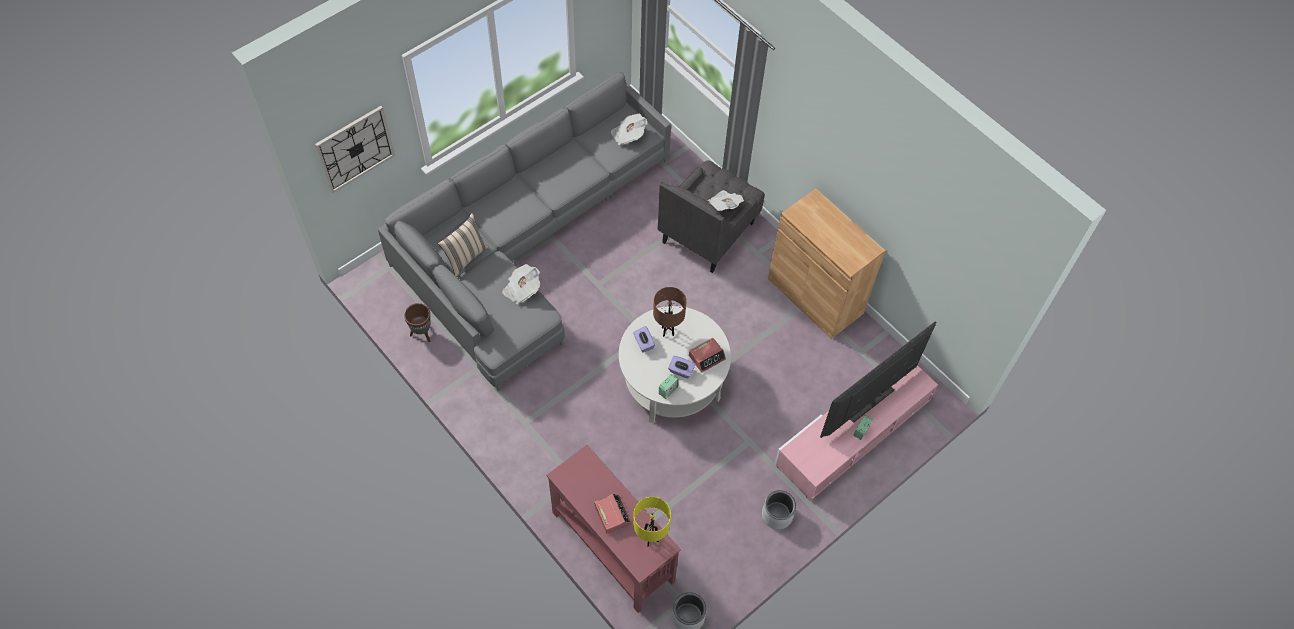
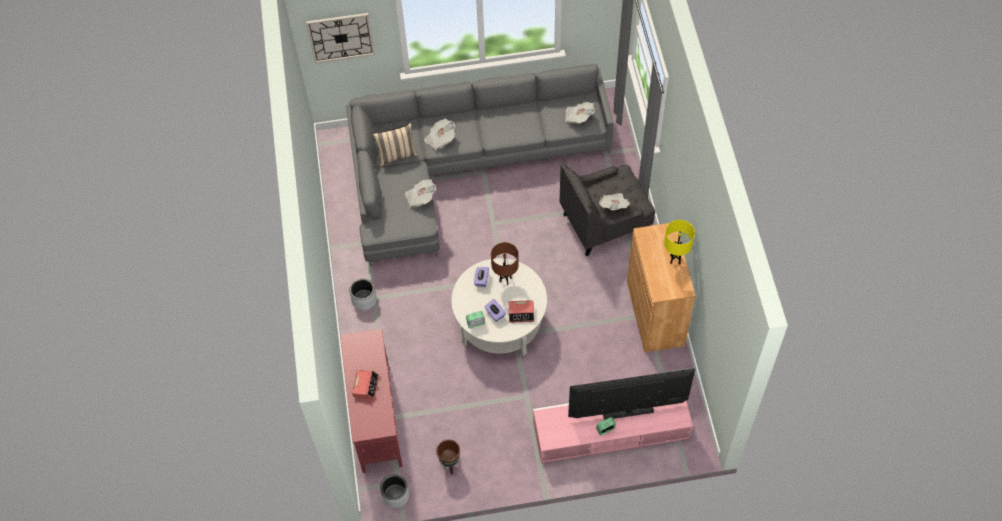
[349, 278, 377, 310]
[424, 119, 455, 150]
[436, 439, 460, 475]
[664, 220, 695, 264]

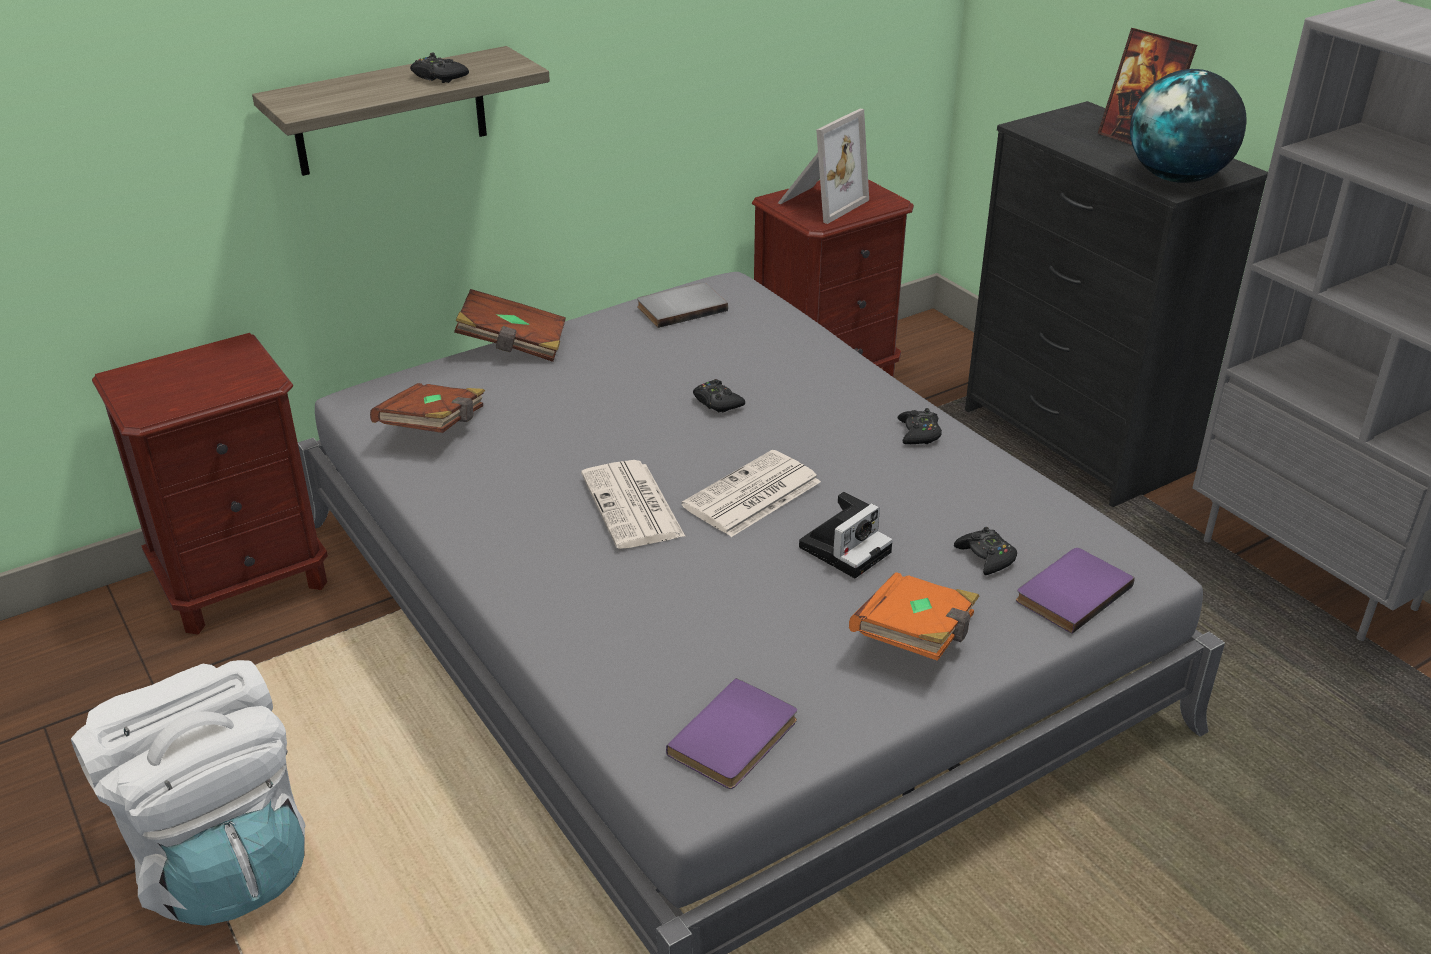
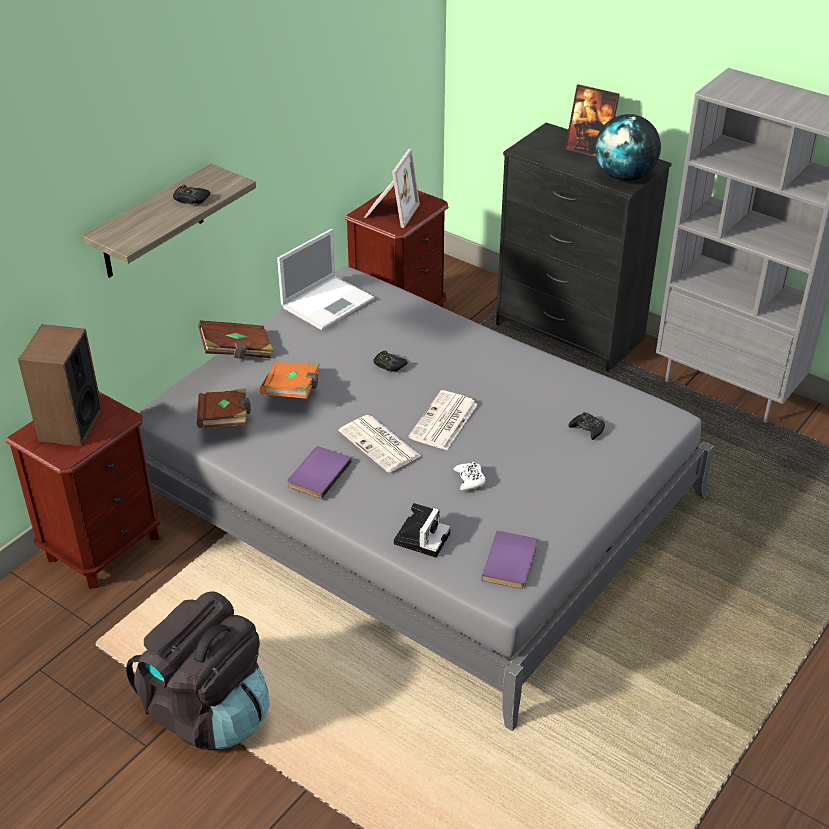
[18, 324, 102, 446]
[126, 591, 269, 750]
[260, 362, 320, 399]
[277, 229, 374, 330]
[288, 446, 352, 499]
[394, 503, 450, 558]
[454, 462, 485, 491]
[897, 408, 942, 444] (first image)

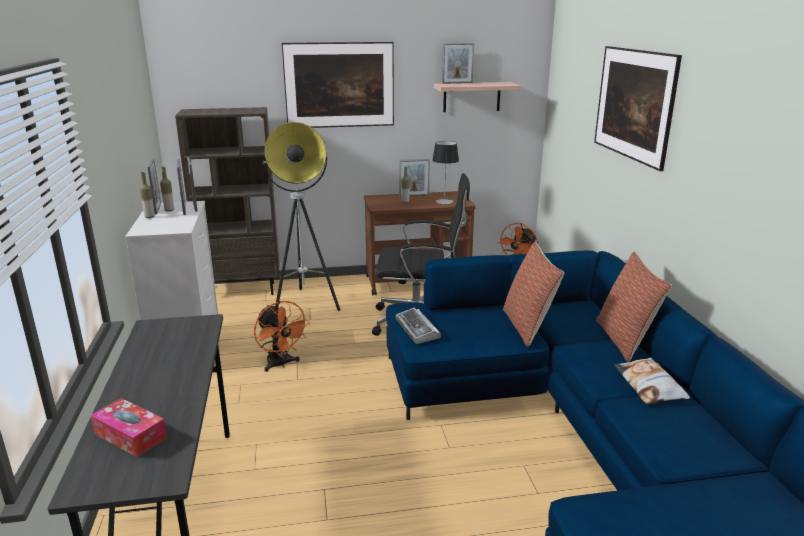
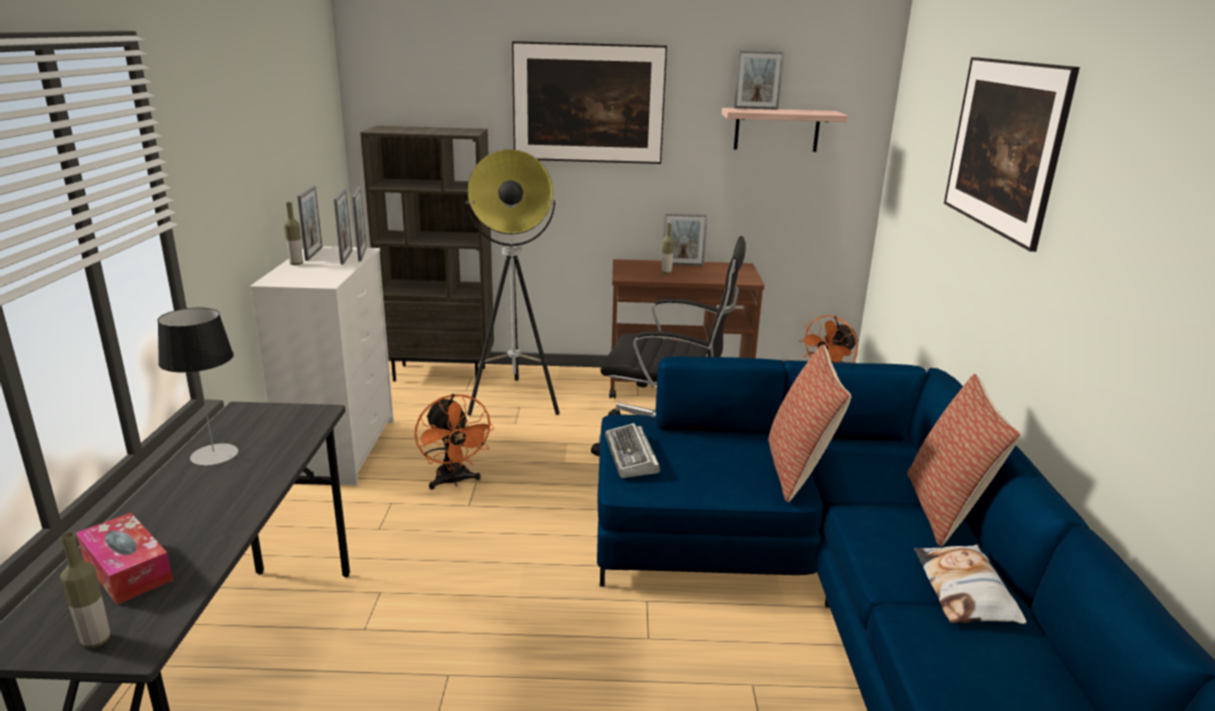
[60, 532, 110, 648]
[157, 308, 238, 466]

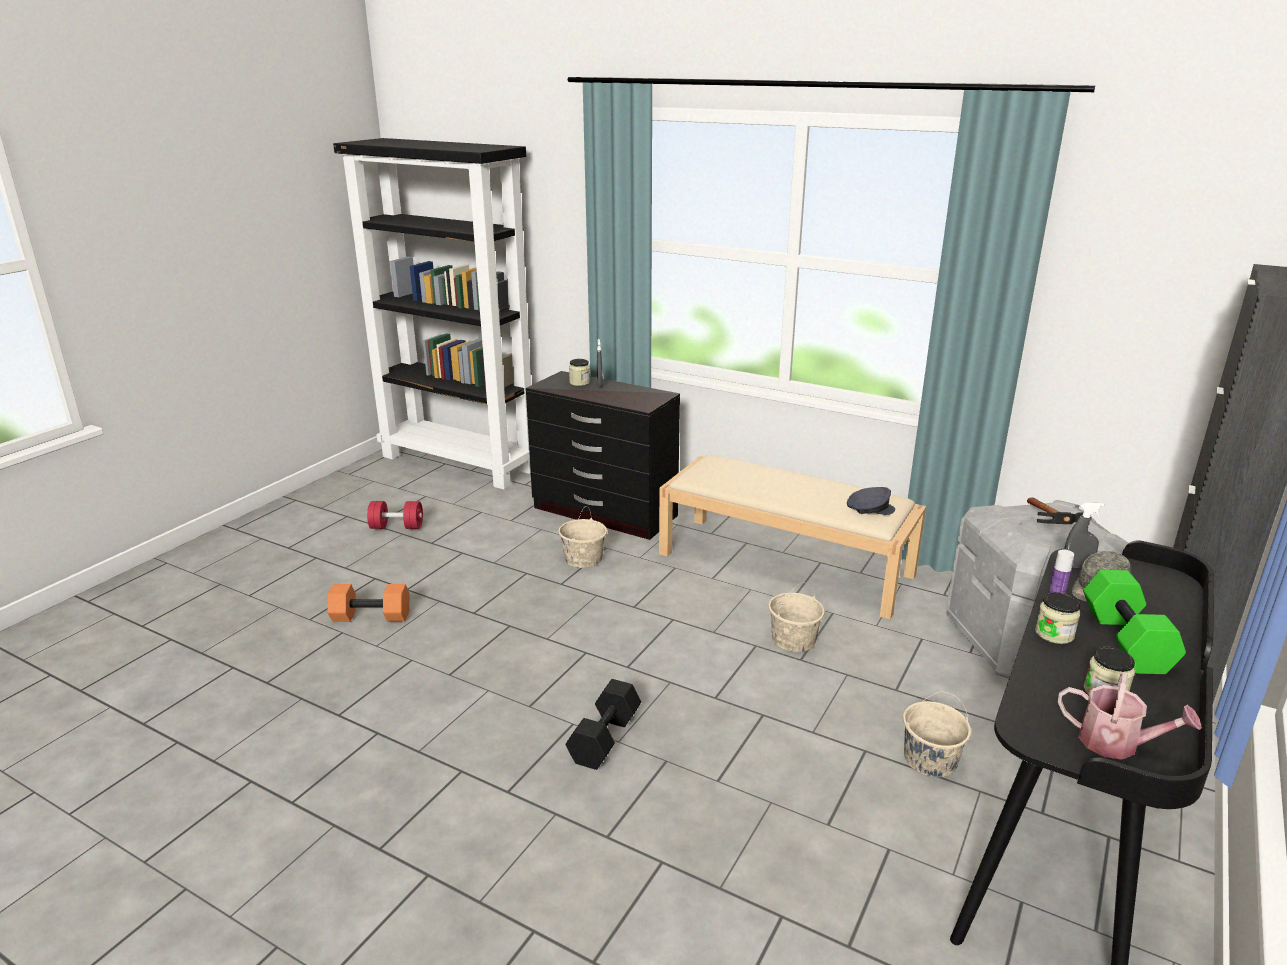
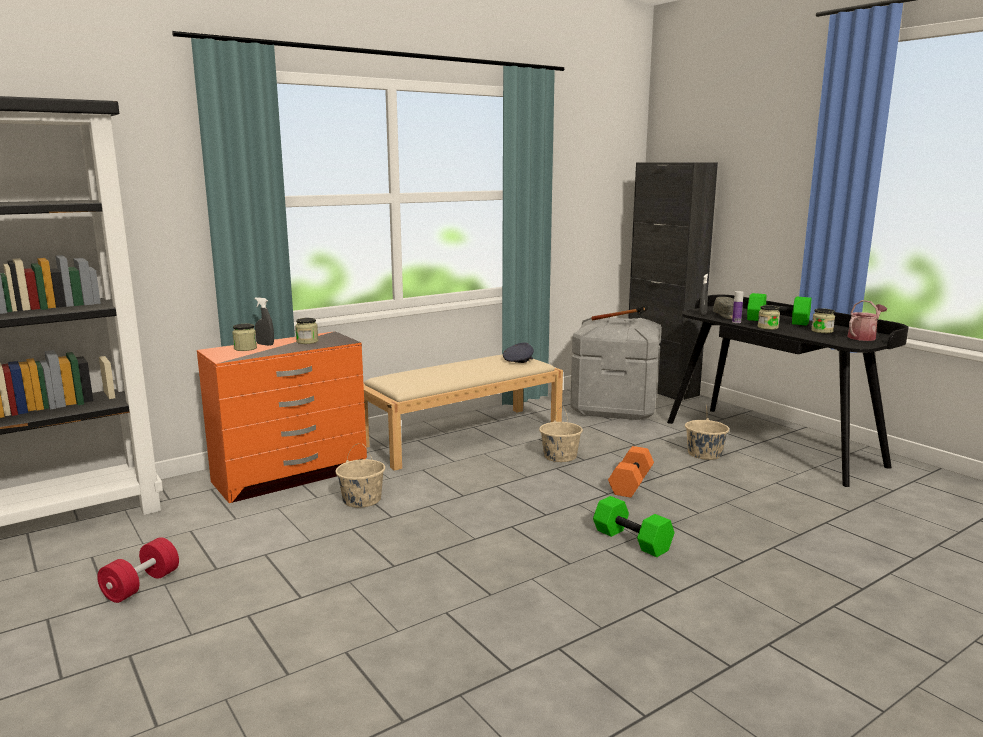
[197, 331, 367, 503]
[295, 318, 318, 344]
[593, 496, 674, 557]
[608, 446, 654, 498]

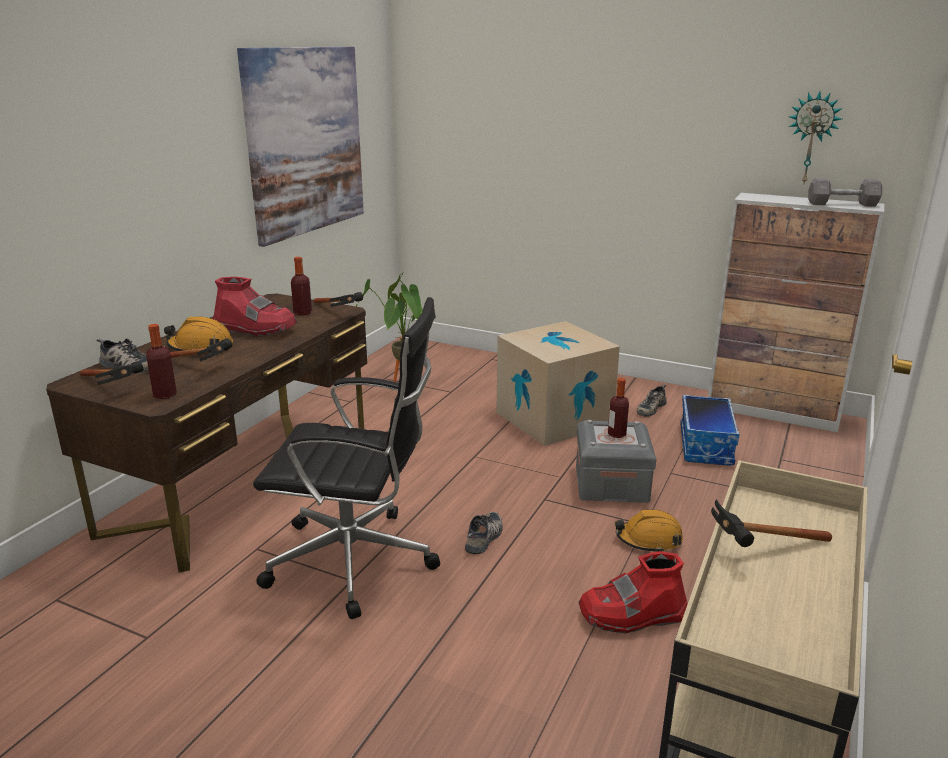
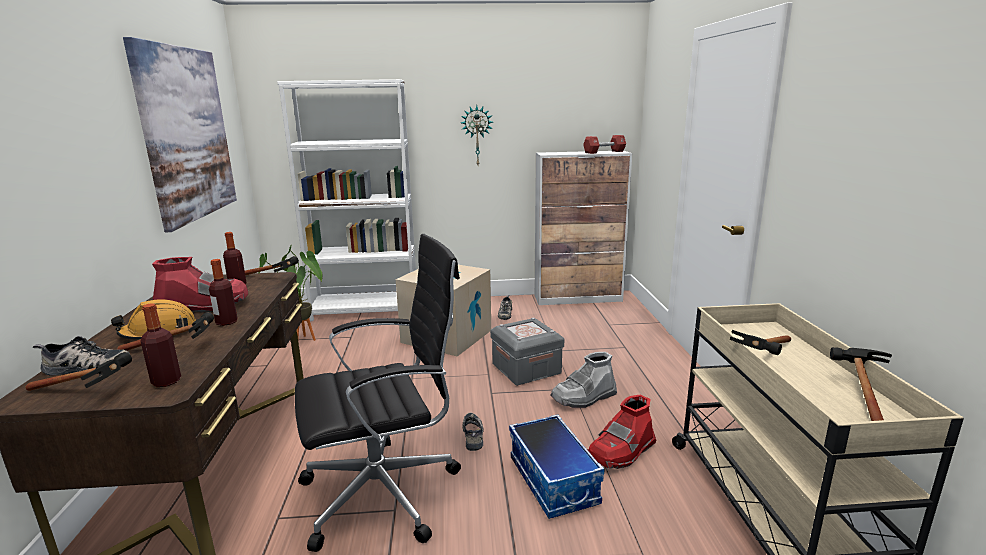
[209, 259, 237, 326]
[277, 79, 416, 321]
[461, 105, 493, 165]
[509, 414, 604, 519]
[550, 352, 617, 408]
[583, 135, 626, 154]
[830, 347, 892, 421]

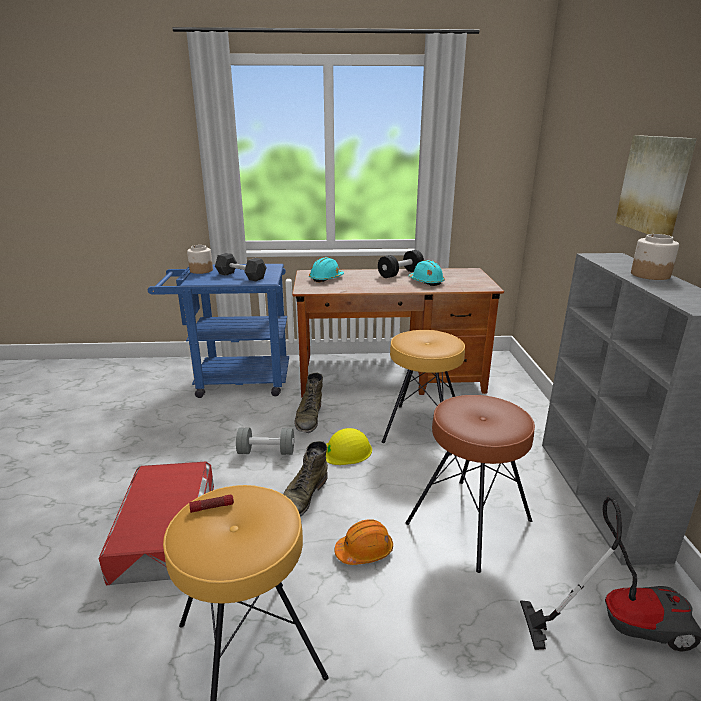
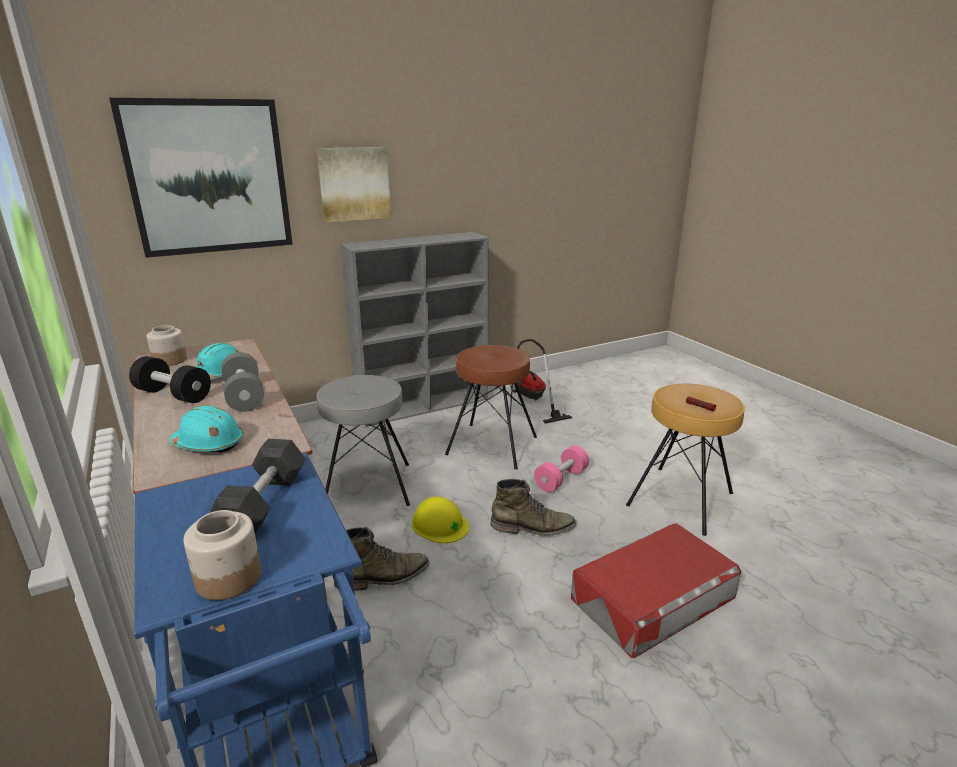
[109, 98, 293, 258]
[147, 325, 187, 366]
[221, 352, 264, 412]
[317, 375, 410, 506]
[534, 445, 589, 492]

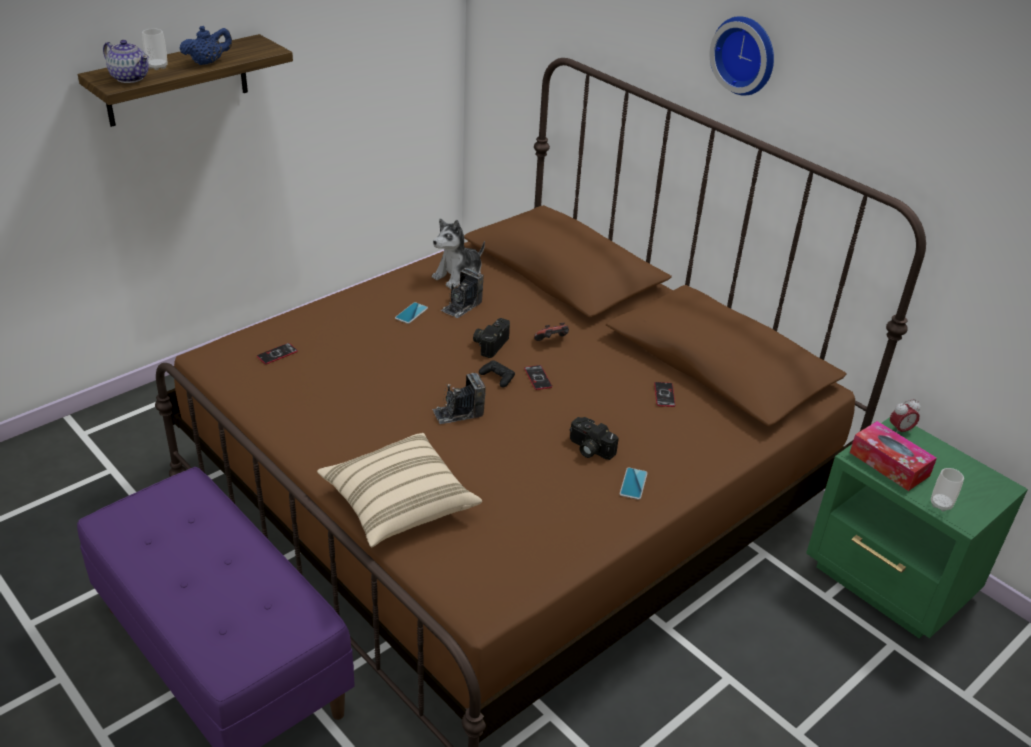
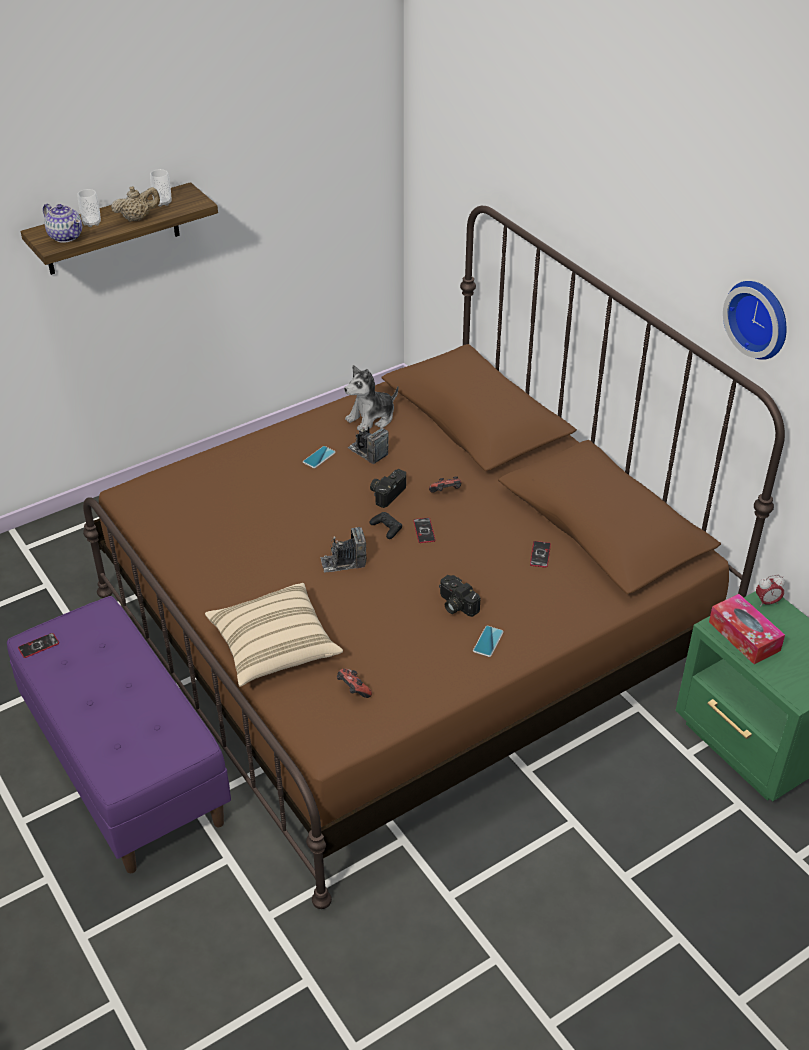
[18, 633, 59, 658]
[111, 186, 160, 222]
[150, 169, 172, 207]
[337, 668, 372, 698]
[348, 424, 389, 464]
[723, 281, 787, 360]

